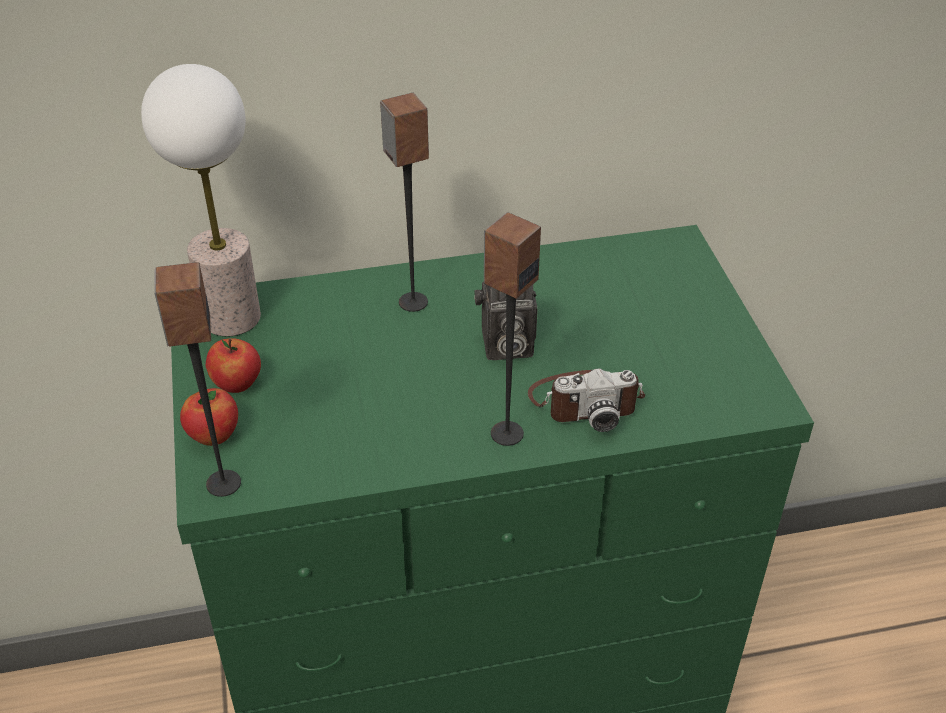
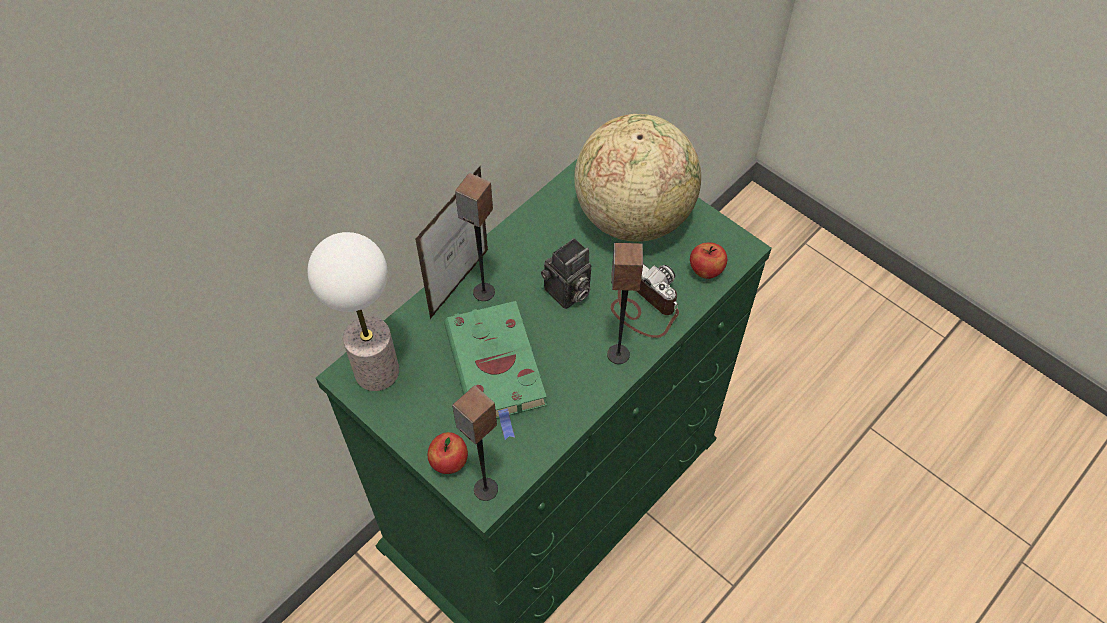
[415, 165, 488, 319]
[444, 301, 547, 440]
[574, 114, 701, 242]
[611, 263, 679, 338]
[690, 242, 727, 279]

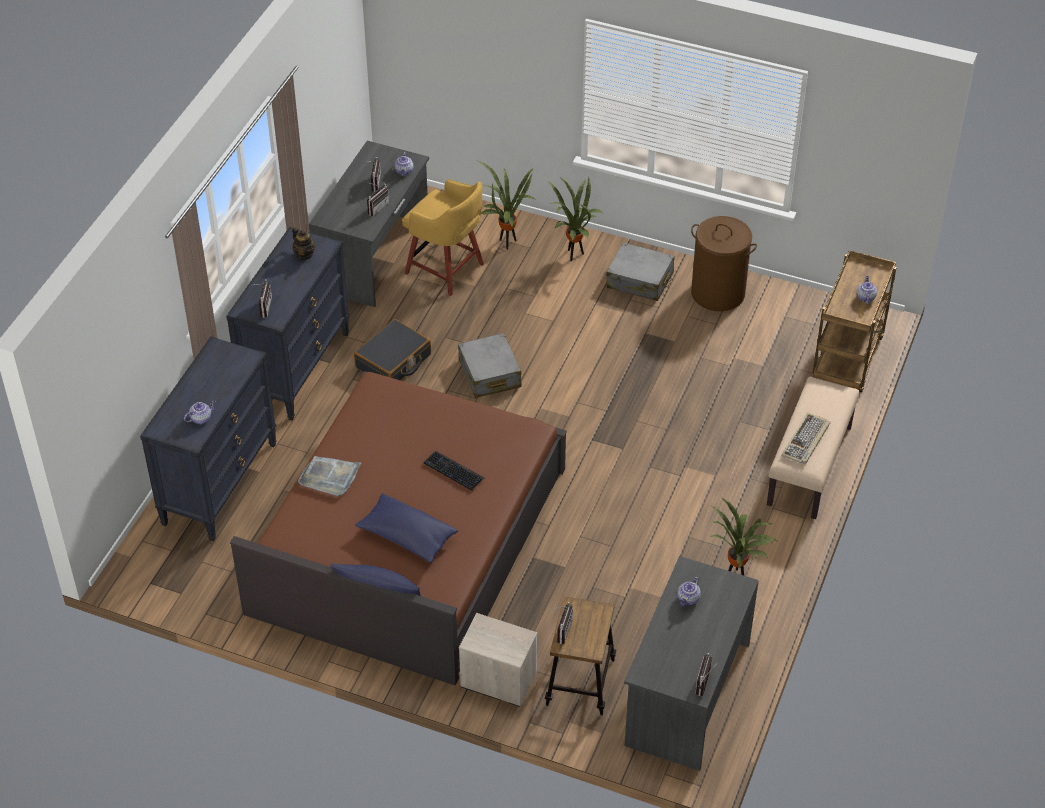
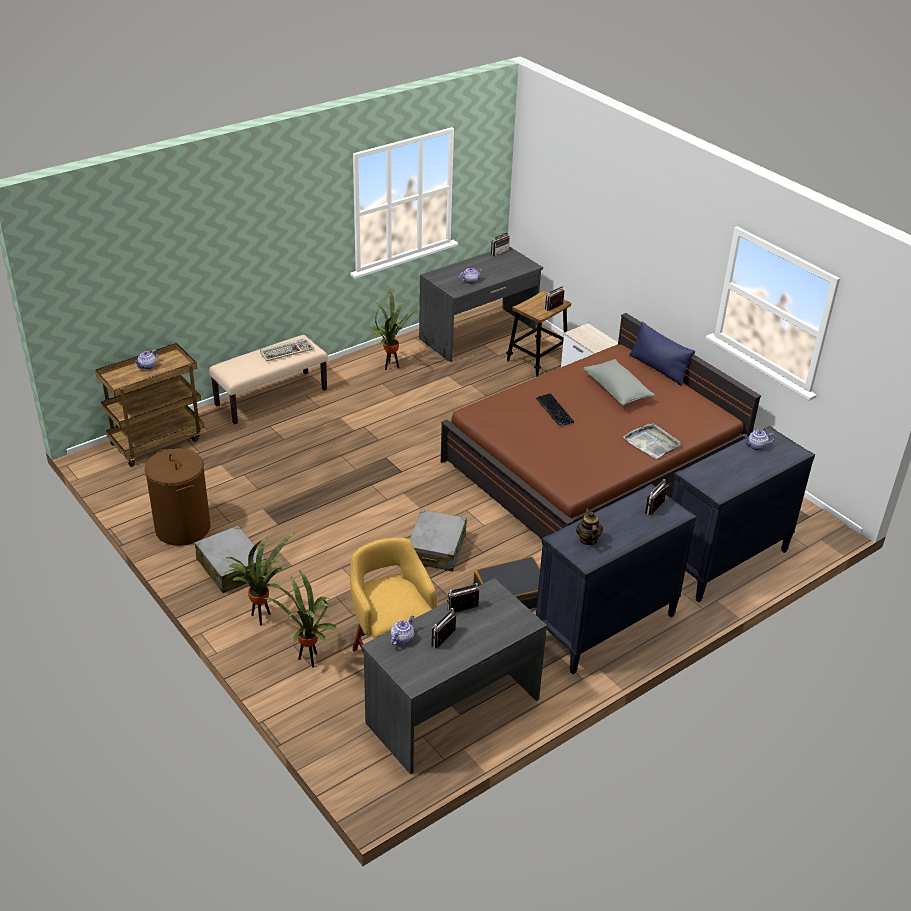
[583, 359, 655, 406]

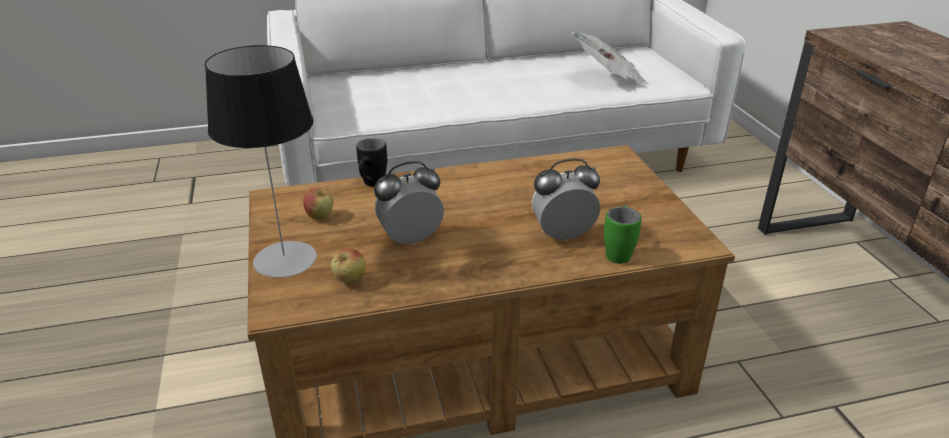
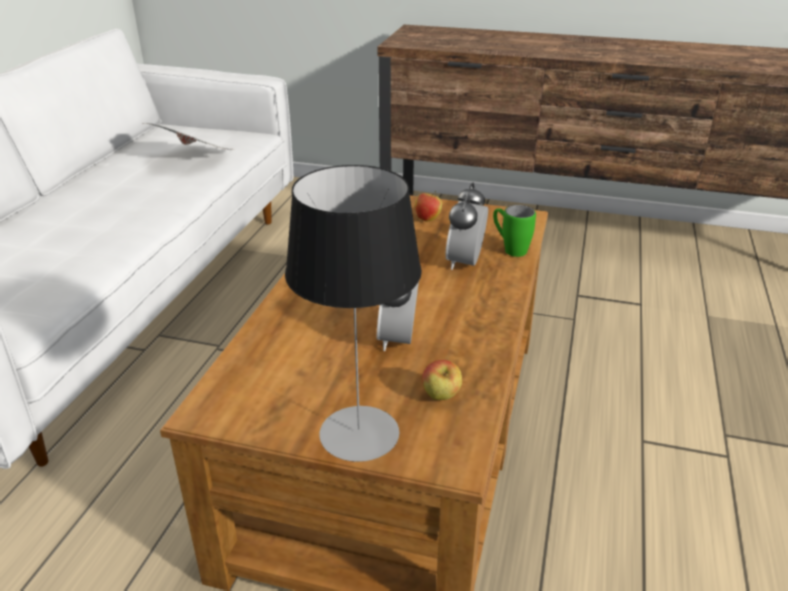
[415, 191, 442, 221]
[356, 138, 387, 187] (first image)

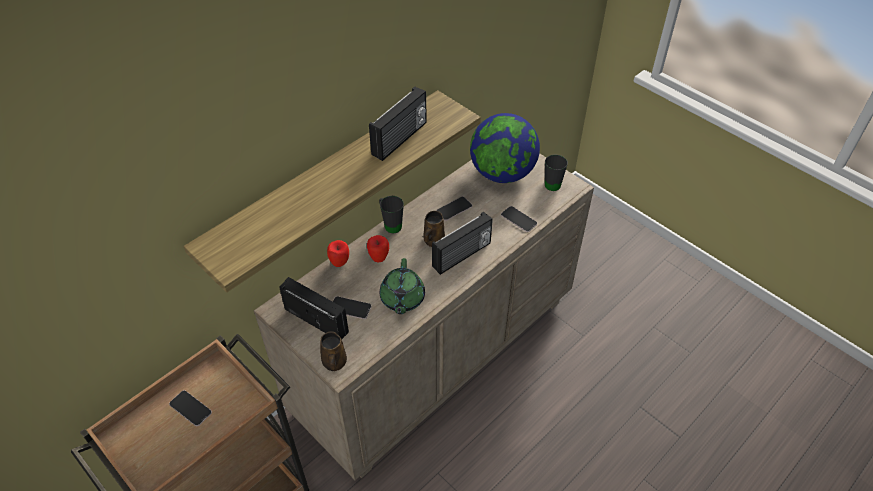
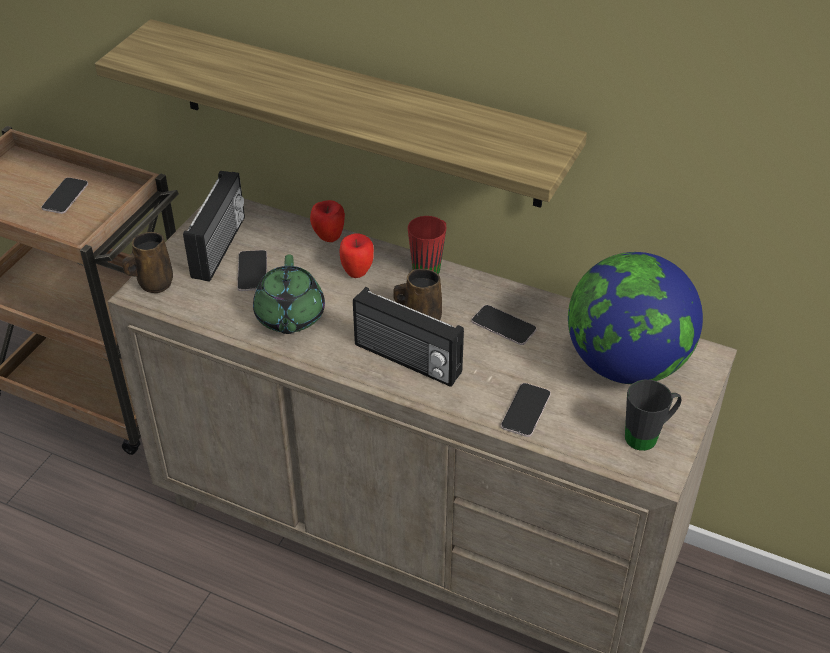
[253, 254, 325, 334]
[408, 216, 447, 274]
[369, 86, 427, 161] (first image)

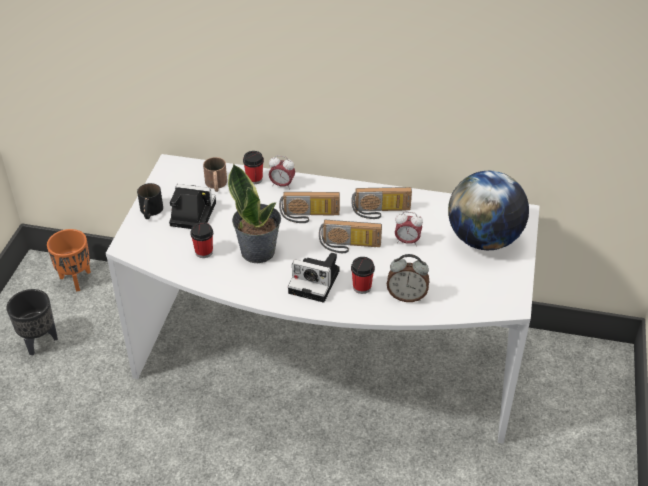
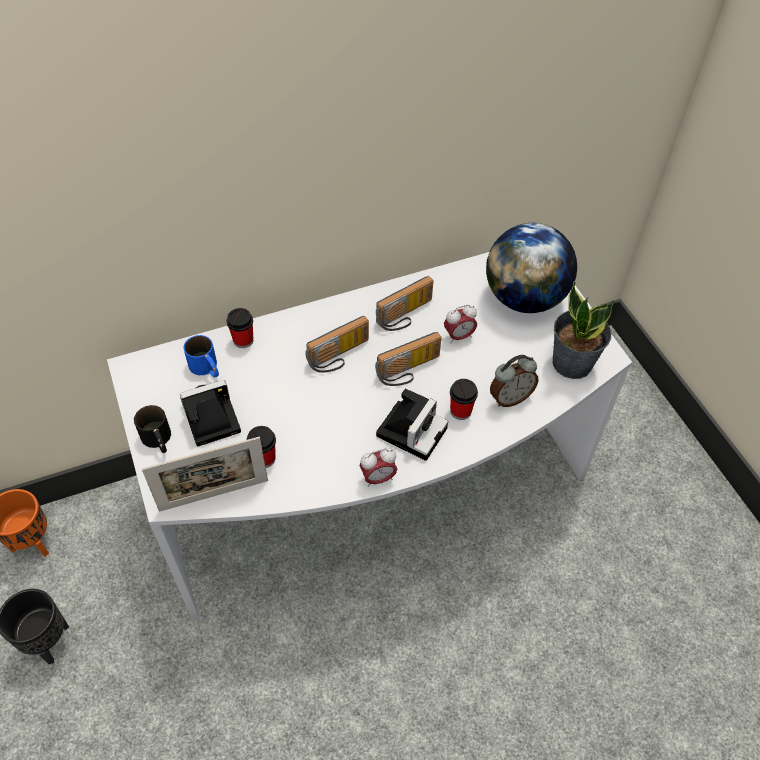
[142, 437, 268, 512]
[183, 335, 219, 377]
[359, 448, 397, 487]
[376, 389, 448, 461]
[552, 281, 616, 379]

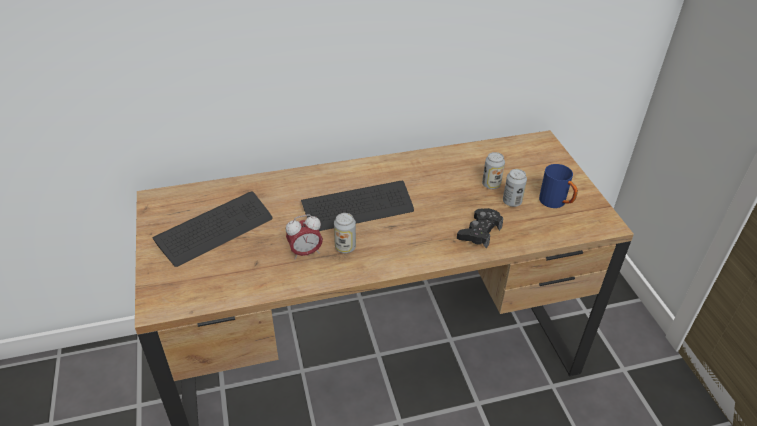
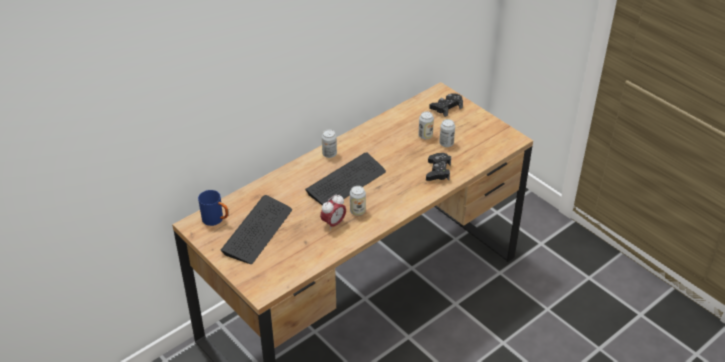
[198, 190, 229, 226]
[322, 129, 337, 158]
[429, 93, 463, 117]

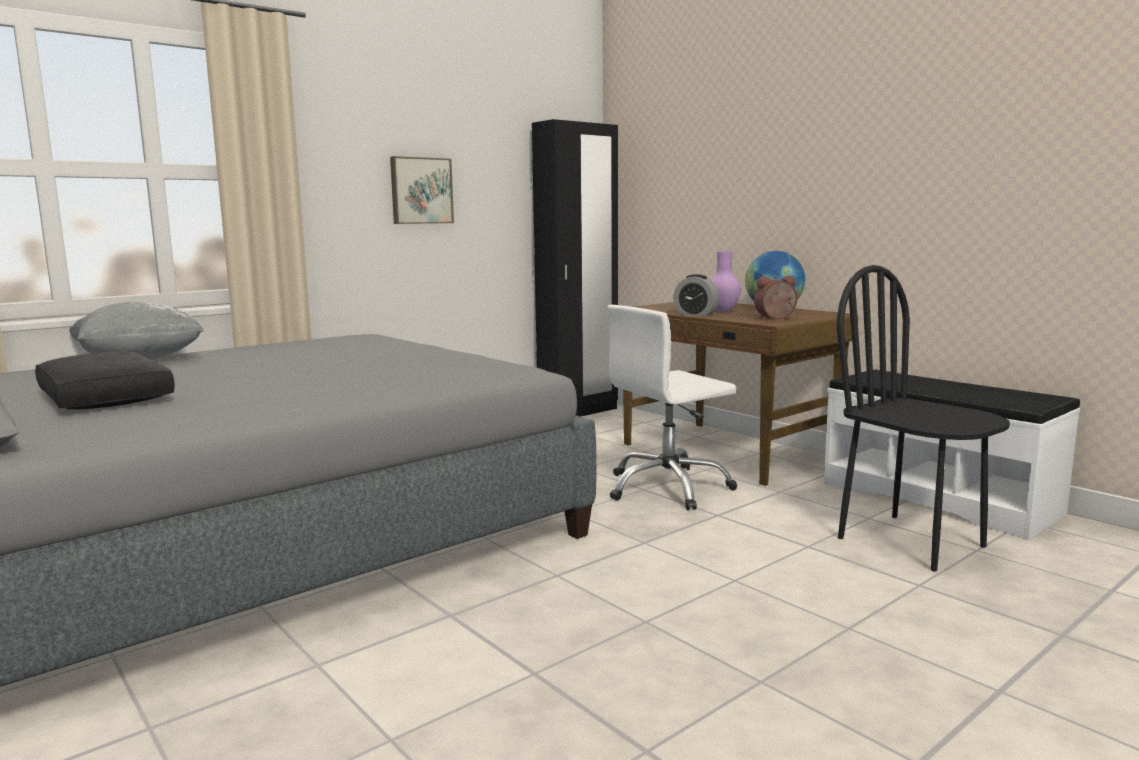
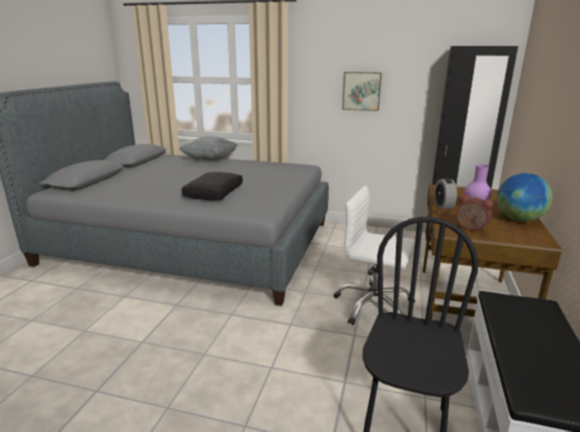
[182, 172, 243, 200]

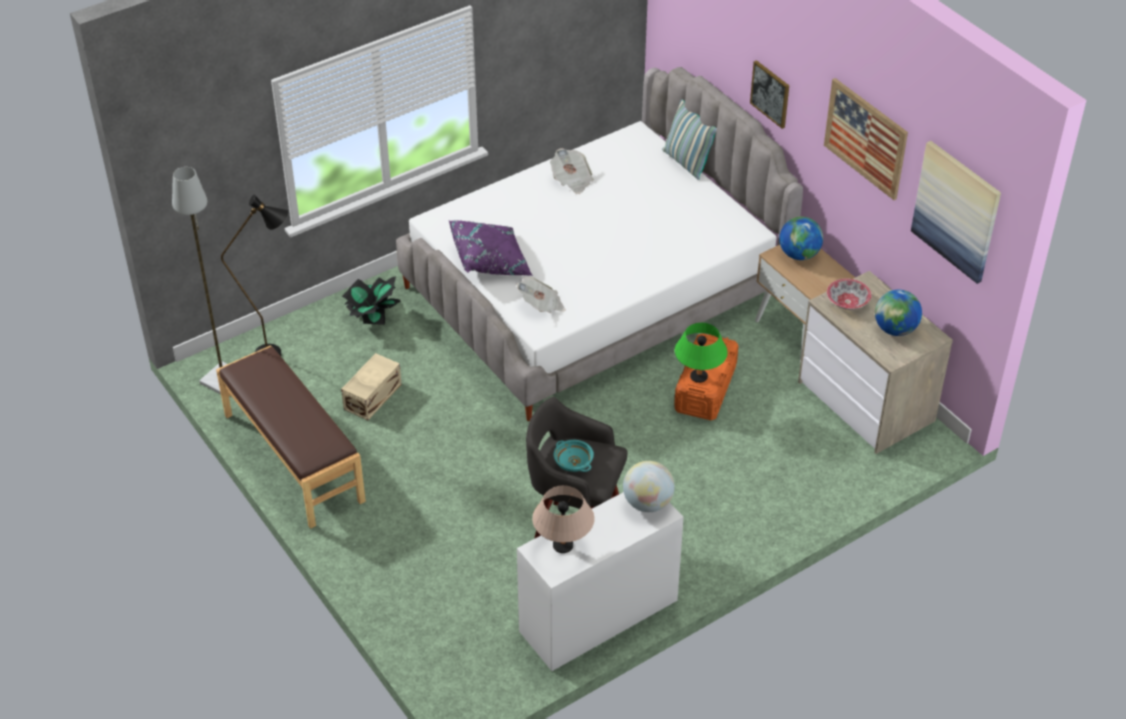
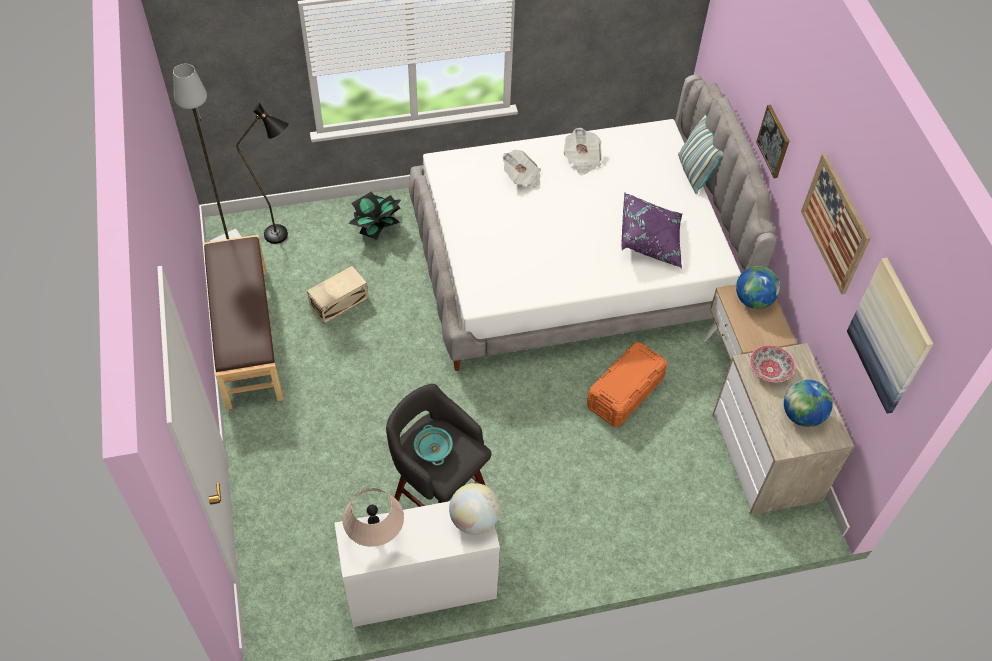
[502, 150, 541, 189]
[621, 192, 682, 268]
[675, 323, 728, 383] (first image)

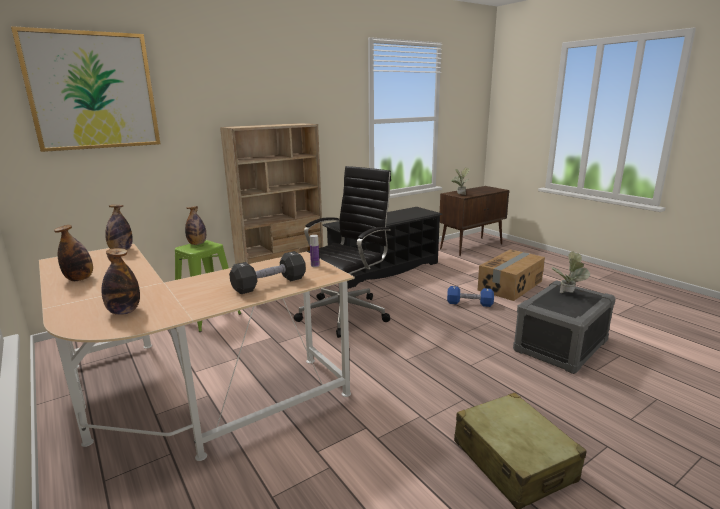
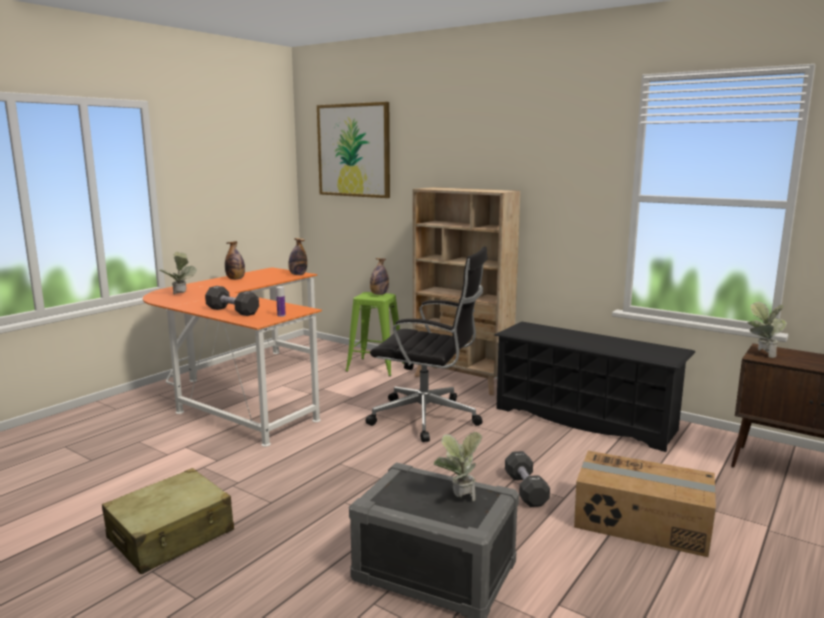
[143, 267, 322, 447]
[159, 252, 197, 295]
[505, 451, 550, 507]

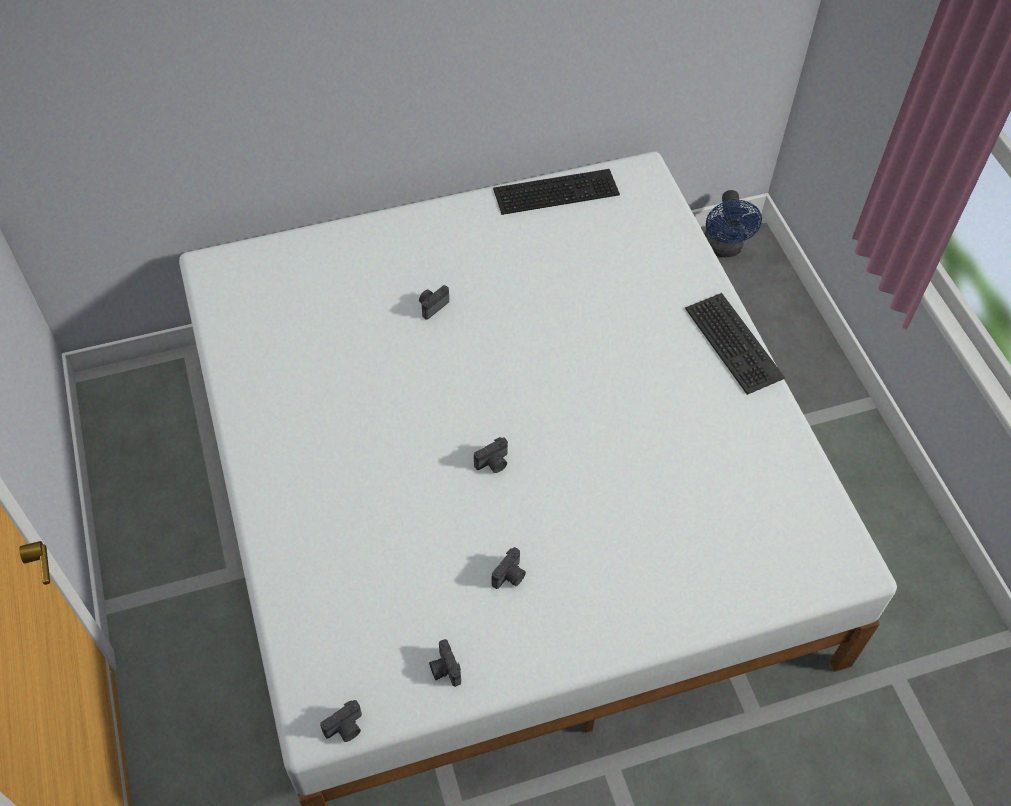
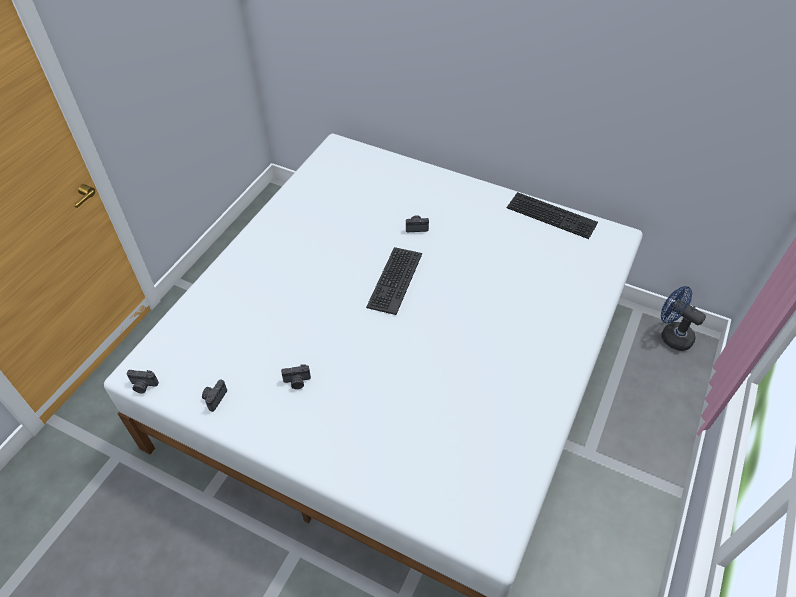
[366, 247, 422, 315]
[661, 286, 706, 351]
[474, 437, 508, 473] (first image)

